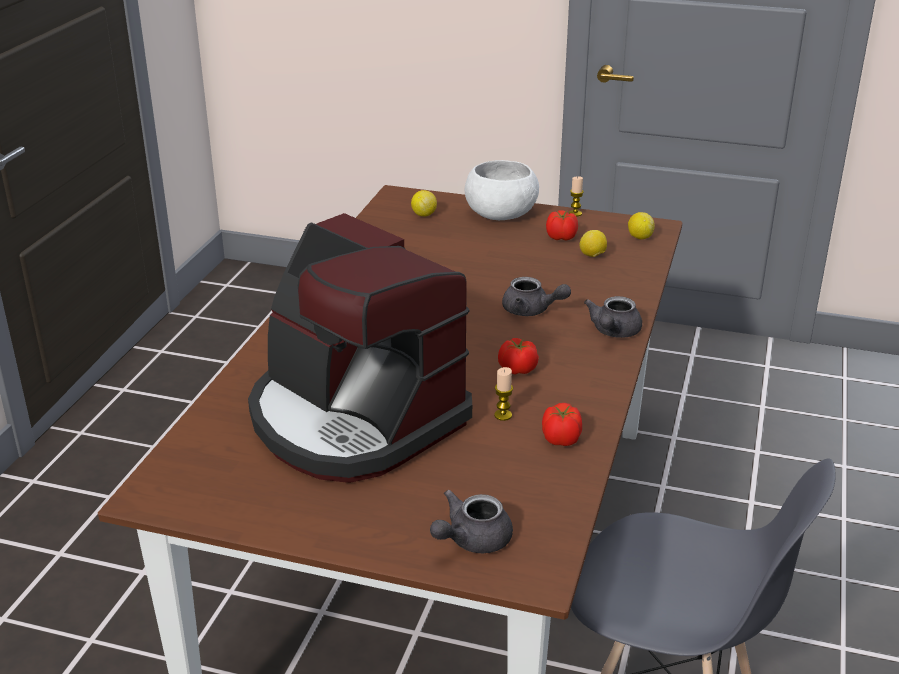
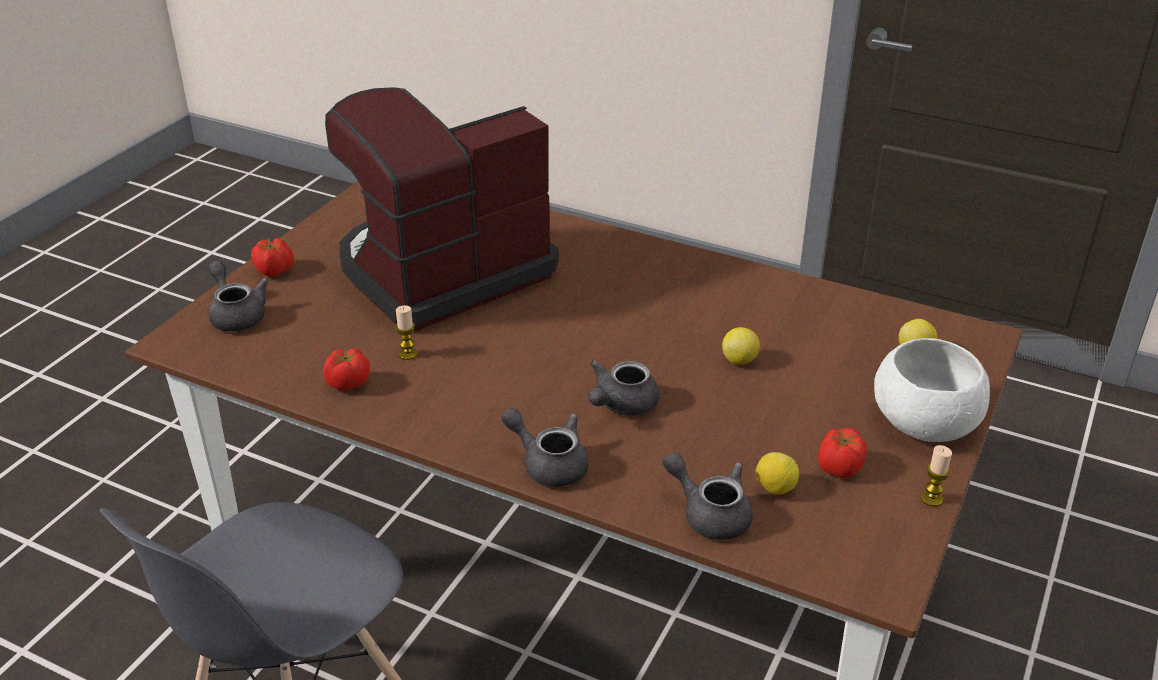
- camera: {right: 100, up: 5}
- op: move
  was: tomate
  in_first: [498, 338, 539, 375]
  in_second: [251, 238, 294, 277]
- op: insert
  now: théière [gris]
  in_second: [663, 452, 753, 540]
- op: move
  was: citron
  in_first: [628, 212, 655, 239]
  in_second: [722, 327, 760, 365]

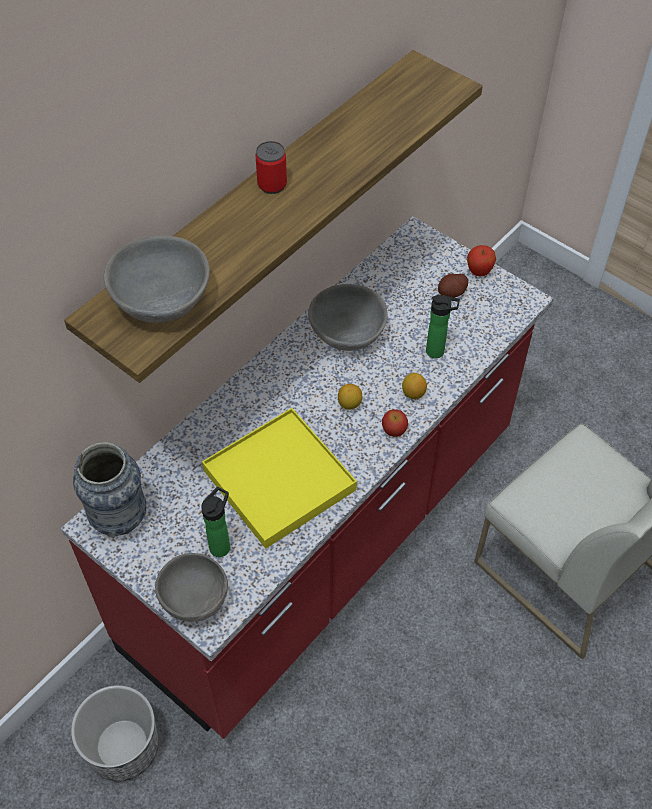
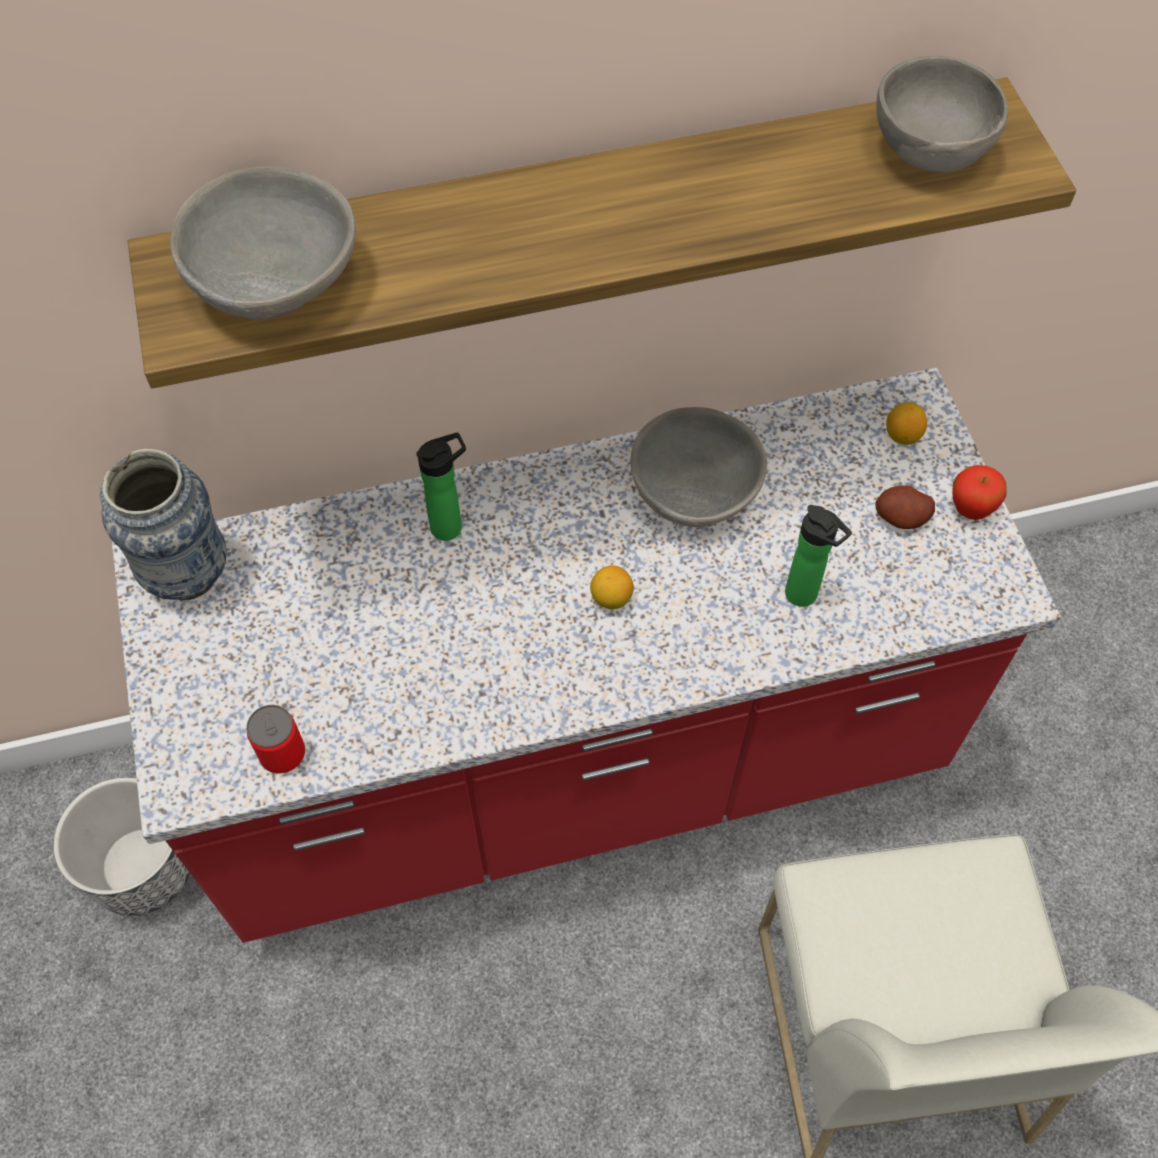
- camera: {right: 35, up: 5}
- op: move
  was: boîte métallique
  in_first: [255, 141, 287, 194]
  in_second: [246, 705, 305, 773]
- op: move
  was: bouteille
  in_first: [201, 487, 230, 557]
  in_second: [416, 432, 466, 541]
- op: move
  was: bol [gris]
  in_first: [155, 553, 228, 622]
  in_second: [876, 56, 1008, 172]
- op: move
  was: citron
  in_first: [402, 373, 427, 399]
  in_second: [886, 402, 927, 445]
- op: delete
  was: plateau [jaune]
  in_first: [202, 408, 357, 549]
- op: delete
  was: pomme
  in_first: [382, 409, 408, 437]

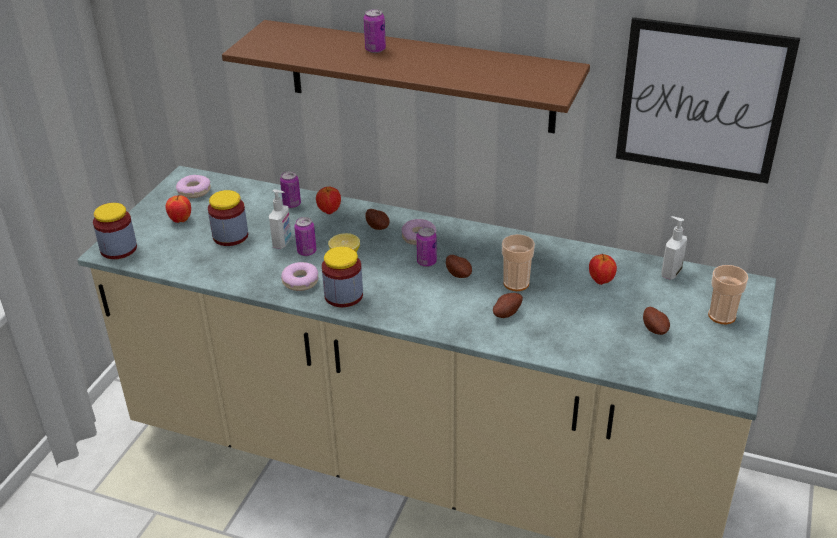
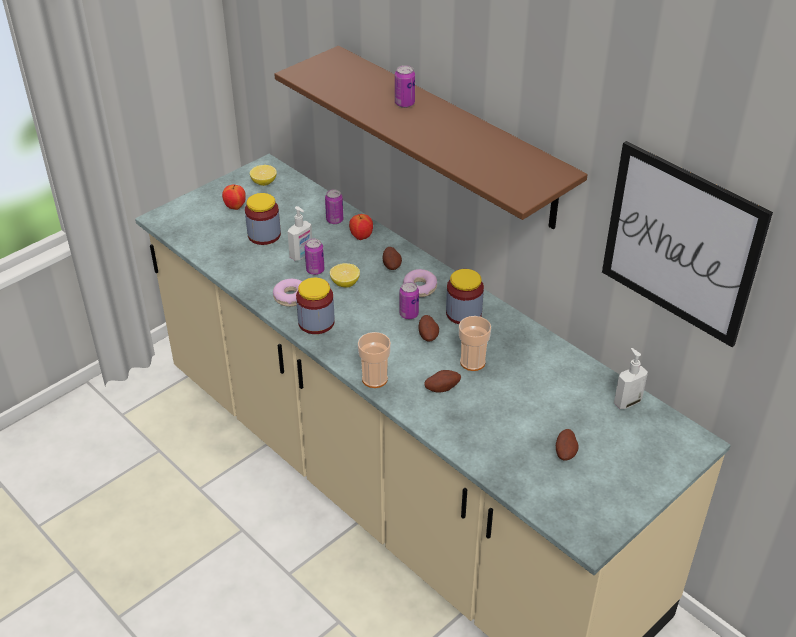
- camera: {right: 25, up: 5}
- op: replace
  was: beignet
  now: citron
  in_first: [176, 175, 211, 198]
  in_second: [250, 165, 277, 186]
- op: move
  was: tasse
  in_first: [708, 265, 748, 324]
  in_second: [358, 332, 391, 388]
- op: move
  was: bocal
  in_first: [93, 203, 137, 259]
  in_second: [446, 269, 484, 324]
- op: delete
  was: pomme
  in_first: [589, 254, 617, 285]

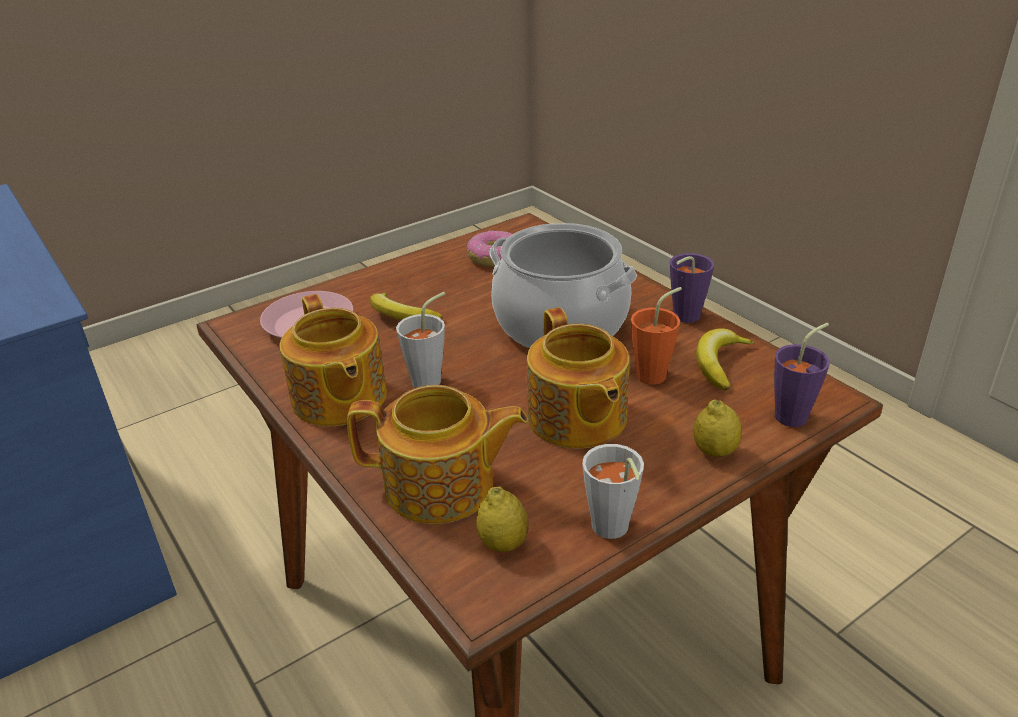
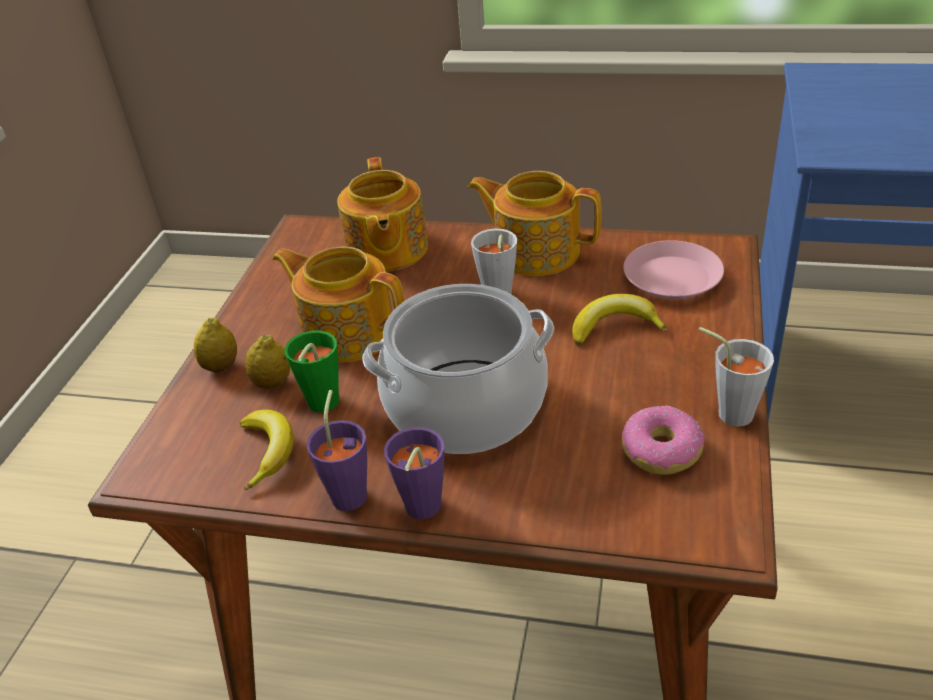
- camera: {right: 140, up: 5}
- op: move
  was: citron
  in_first: [476, 487, 529, 552]
  in_second: [245, 335, 290, 389]
- op: recolor
  was: tasse [orange]
  now: tasse [vert]
  in_first: [631, 287, 682, 385]
  in_second: [284, 330, 339, 412]
- op: rotate
  was: théière
  in_first: [347, 385, 528, 524]
  in_second: [337, 157, 428, 272]
  clockwise: -60
- op: move
  was: tasse [violet]
  in_first: [774, 323, 830, 427]
  in_second: [384, 427, 444, 519]
- op: move
  was: tasse [gris]
  in_first: [582, 444, 644, 539]
  in_second: [698, 327, 774, 427]

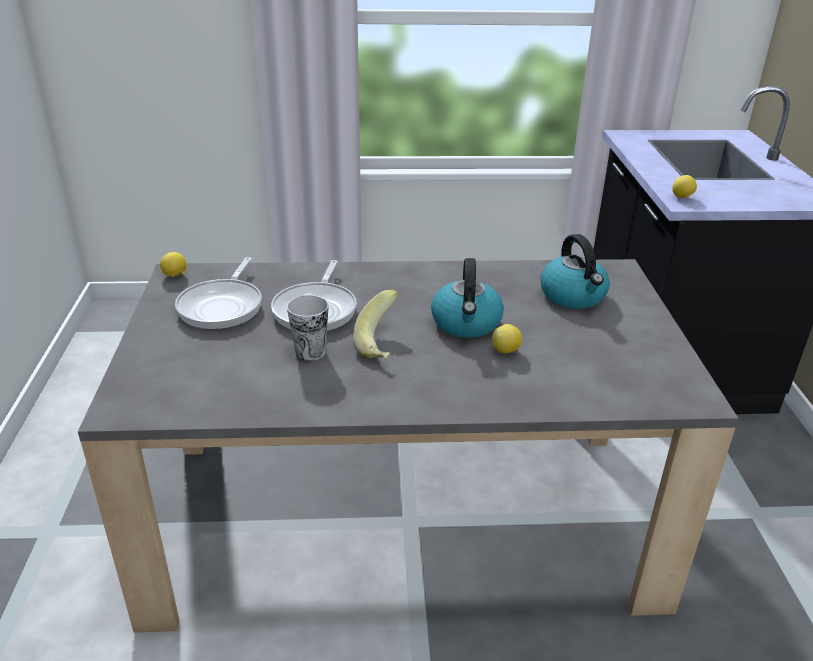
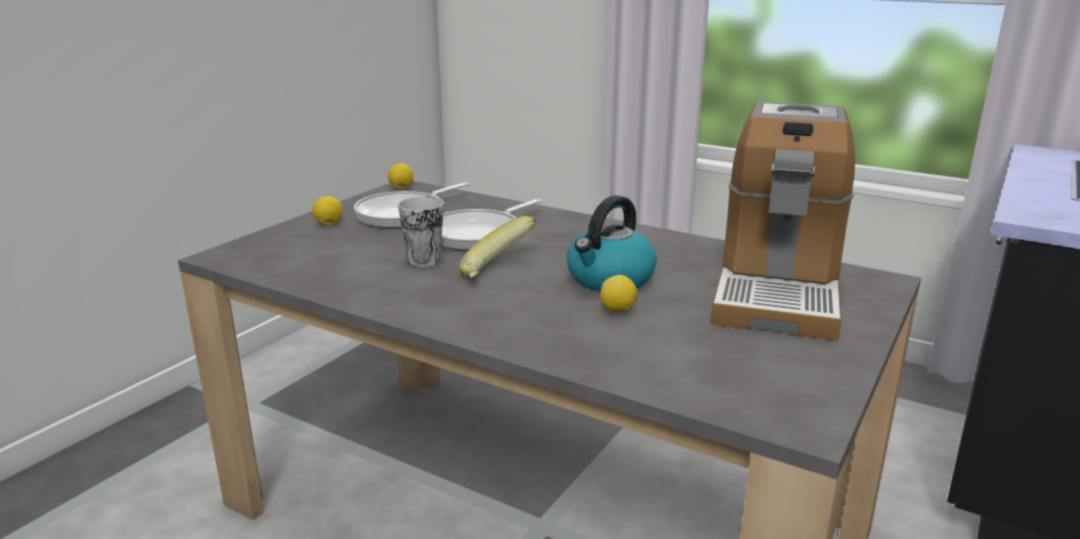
- camera: {right: 35, up: -10}
- op: move
  was: citron
  in_first: [672, 175, 697, 198]
  in_second: [312, 196, 342, 225]
- op: replace
  was: bouilloire
  now: machine à café
  in_first: [540, 234, 610, 309]
  in_second: [711, 101, 855, 341]

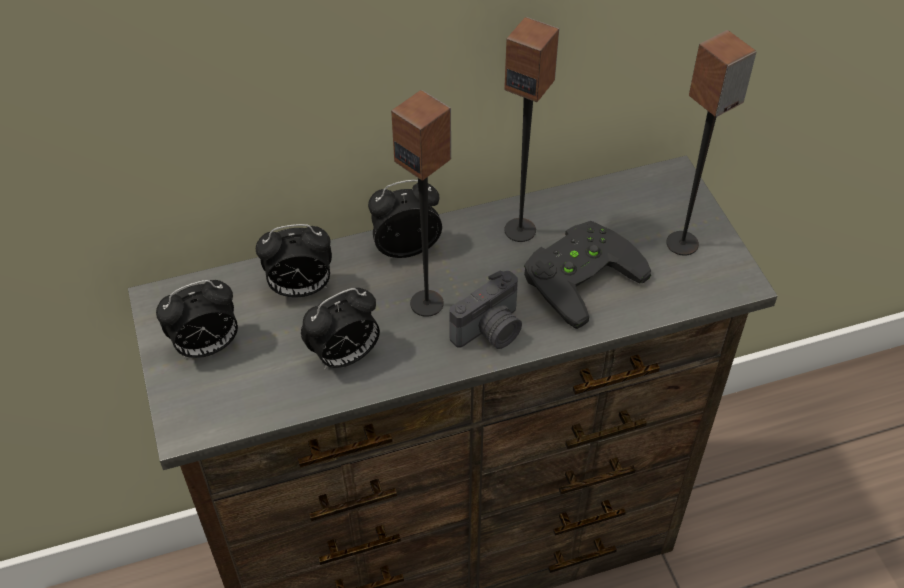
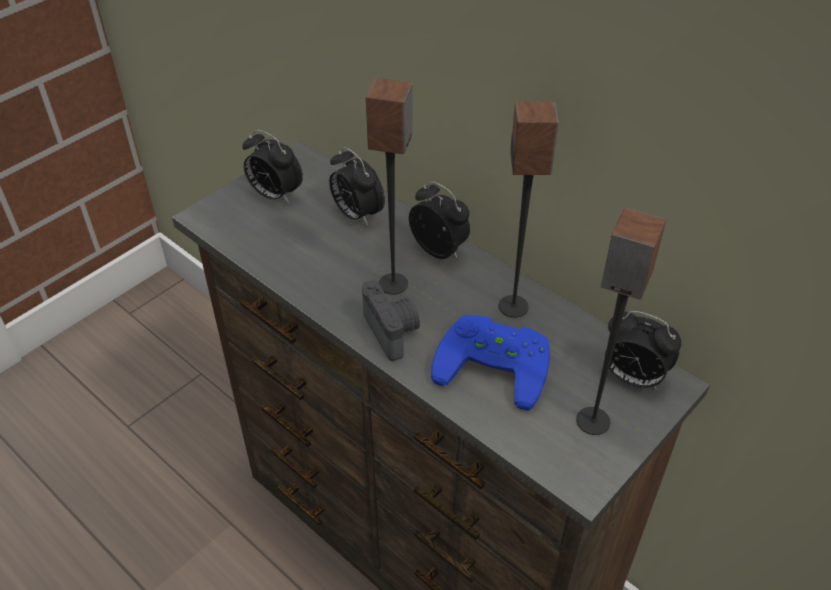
- camera: {right: 60, up: -5}
- op: rotate
  was: appareil photo
  in_first: [449, 270, 522, 349]
  in_second: [362, 280, 420, 361]
  clockwise: -135
- op: recolor
  was: manette [noir]
  now: manette [bleu]
  in_first: [524, 221, 651, 329]
  in_second: [431, 315, 550, 411]
- op: move
  was: réveil
  in_first: [301, 288, 380, 370]
  in_second: [605, 311, 681, 389]

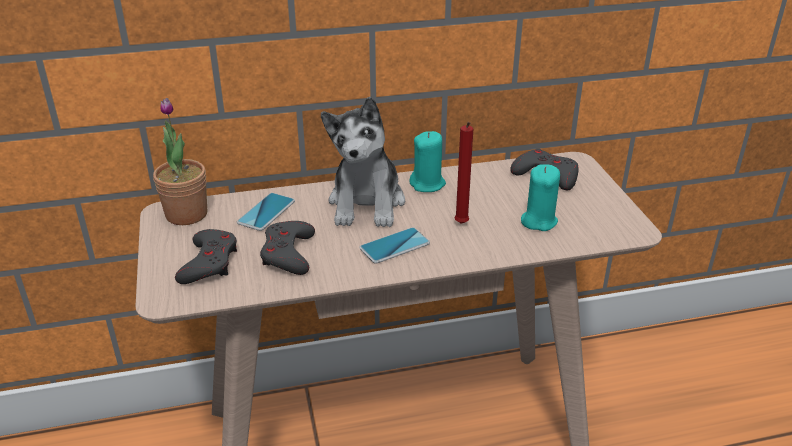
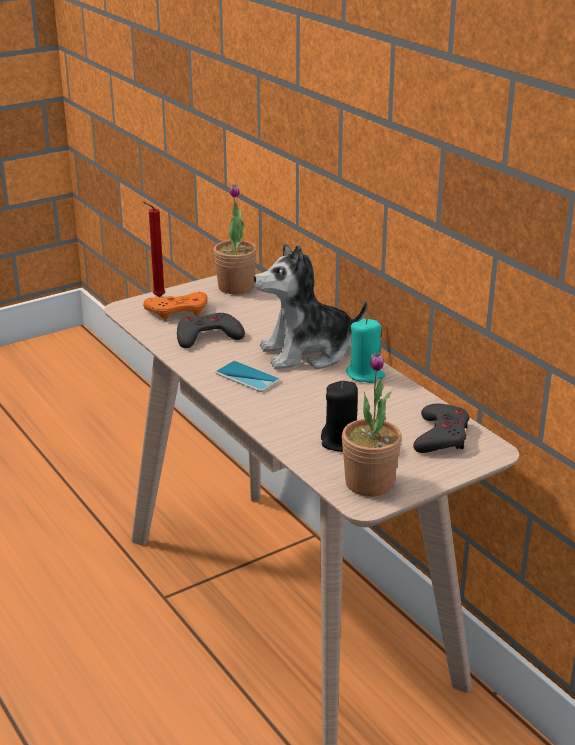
- camera: {right: 70, up: -5}
- op: move
  was: bougie [rouge]
  in_first: [455, 122, 473, 224]
  in_second: [143, 201, 166, 297]
- op: recolor
  was: manette [gris]
  now: manette [orange]
  in_first: [175, 229, 237, 284]
  in_second: [143, 292, 208, 321]
- op: recolor
  was: bougie [turquoise]
  now: bougie [noir]
  in_first: [521, 164, 560, 231]
  in_second: [321, 381, 358, 452]
- op: insert
  now: plante en pot
  in_second: [342, 353, 402, 497]
- op: delete
  was: téléphone
  in_first: [237, 193, 295, 231]

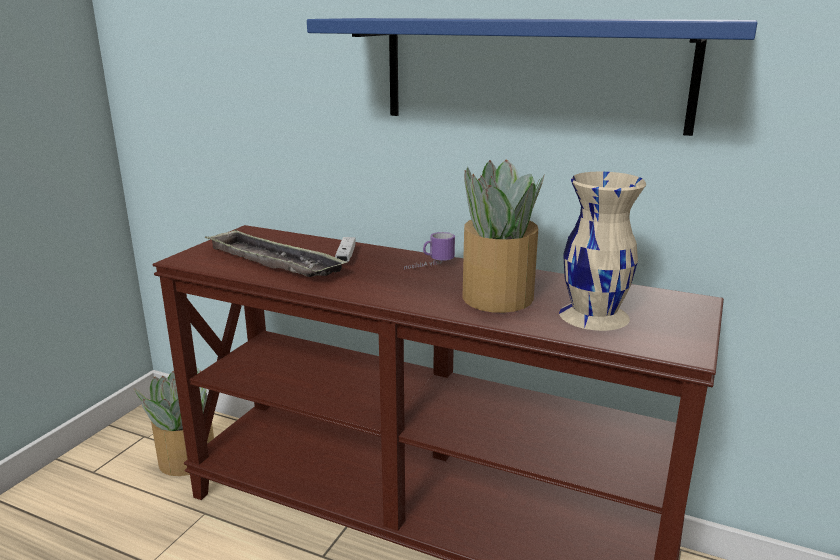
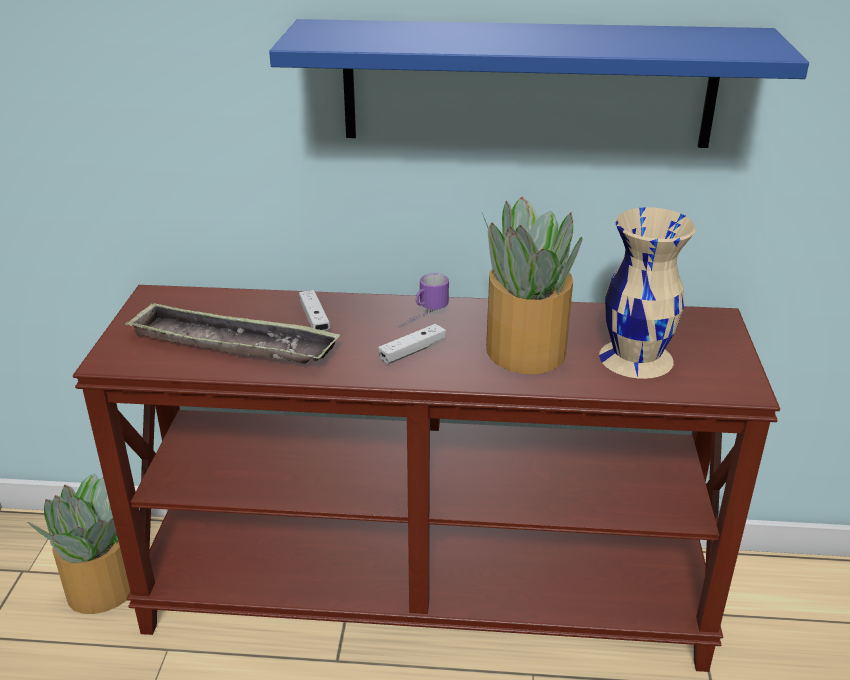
- camera: {right: -20, up: 10}
- op: insert
  now: manette [blanc]
  in_second: [378, 324, 446, 364]

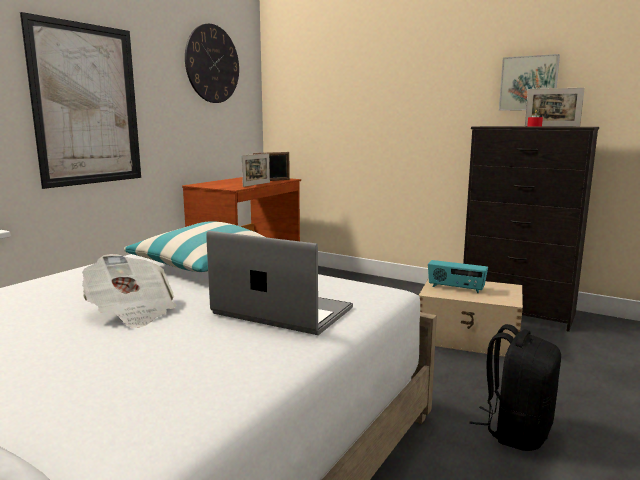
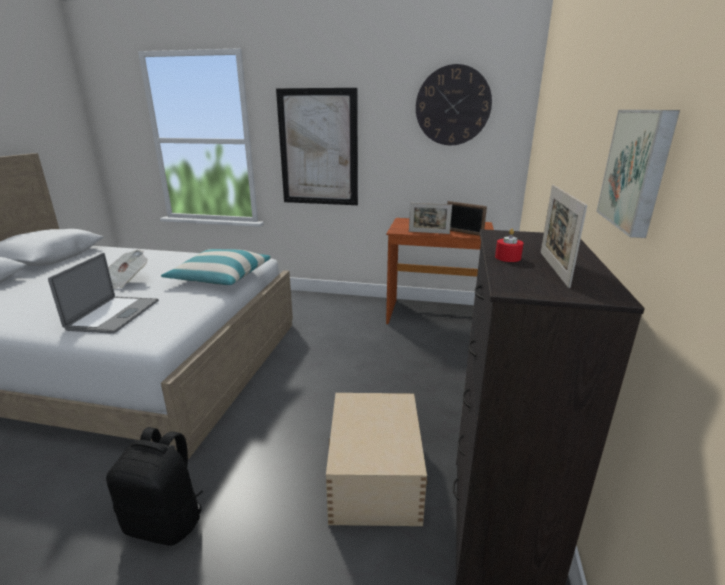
- camera: {right: 70, up: 10}
- op: delete
  was: radio
  in_first: [428, 260, 488, 293]

